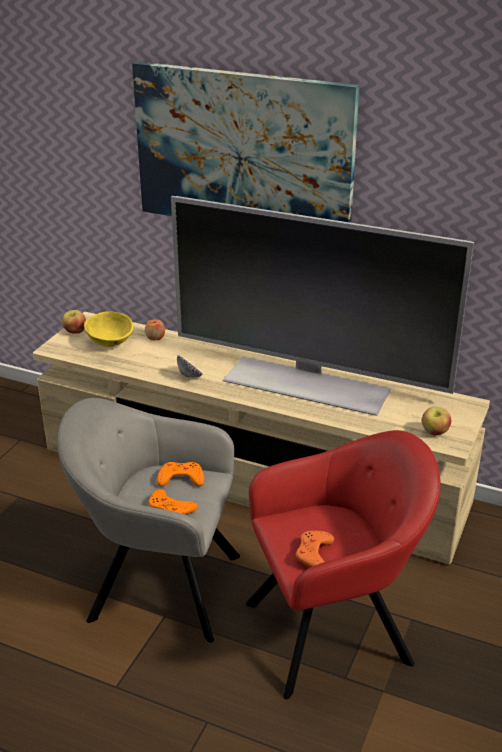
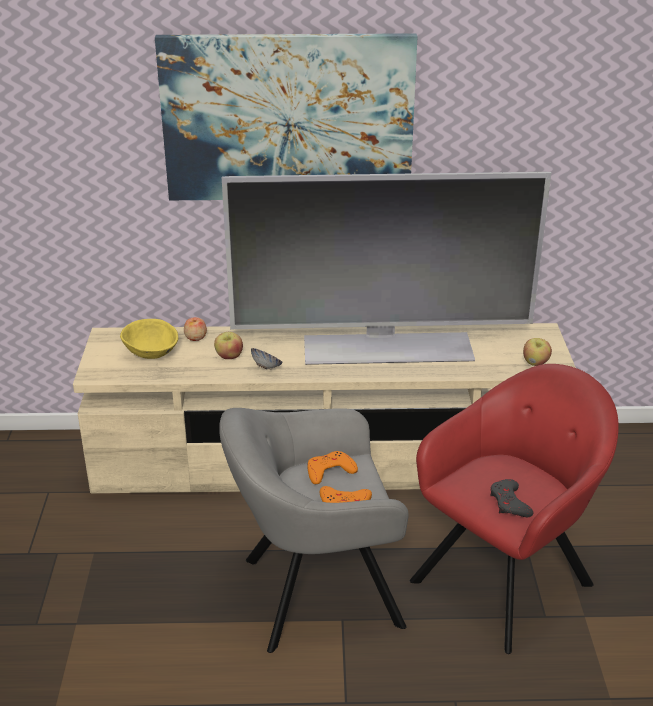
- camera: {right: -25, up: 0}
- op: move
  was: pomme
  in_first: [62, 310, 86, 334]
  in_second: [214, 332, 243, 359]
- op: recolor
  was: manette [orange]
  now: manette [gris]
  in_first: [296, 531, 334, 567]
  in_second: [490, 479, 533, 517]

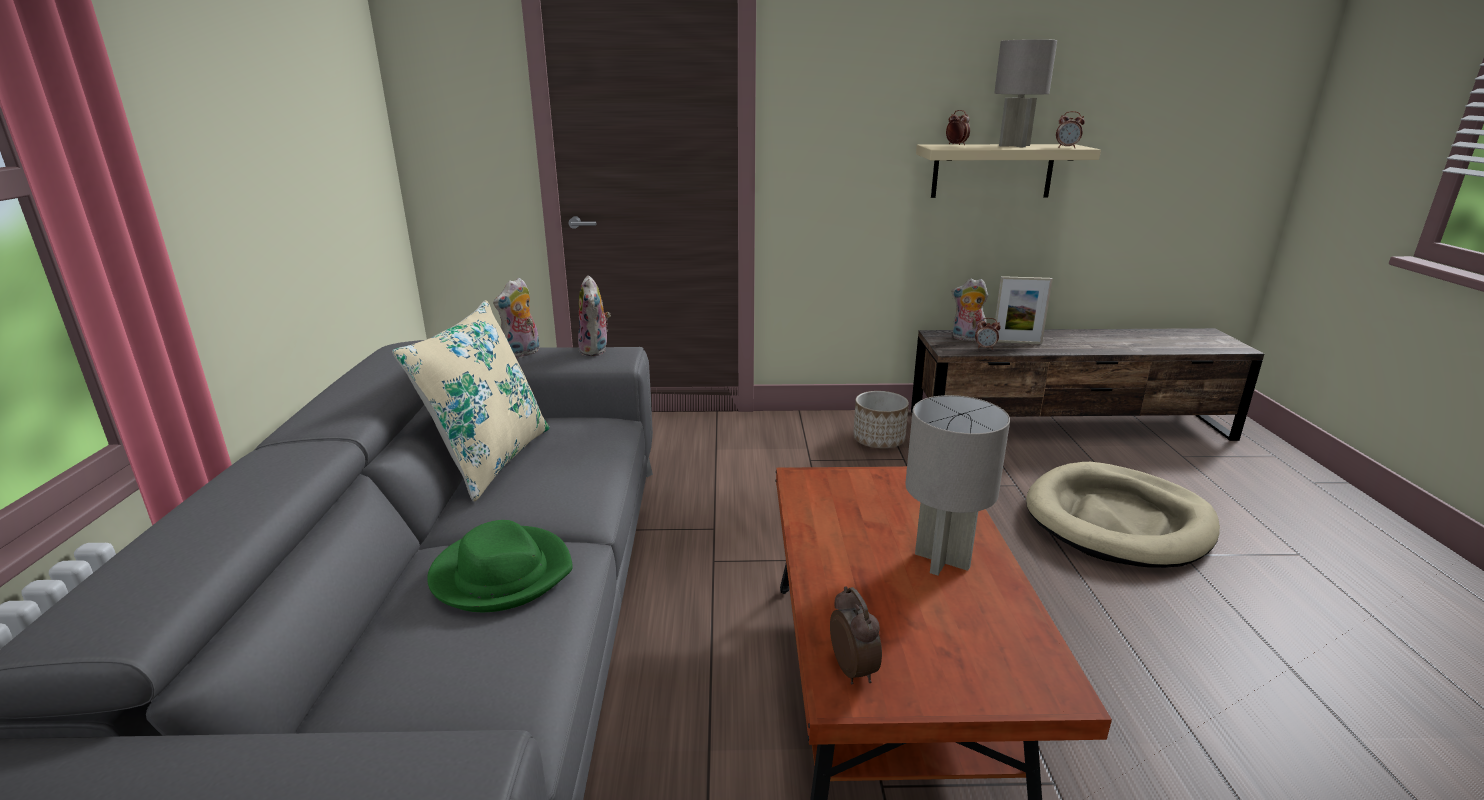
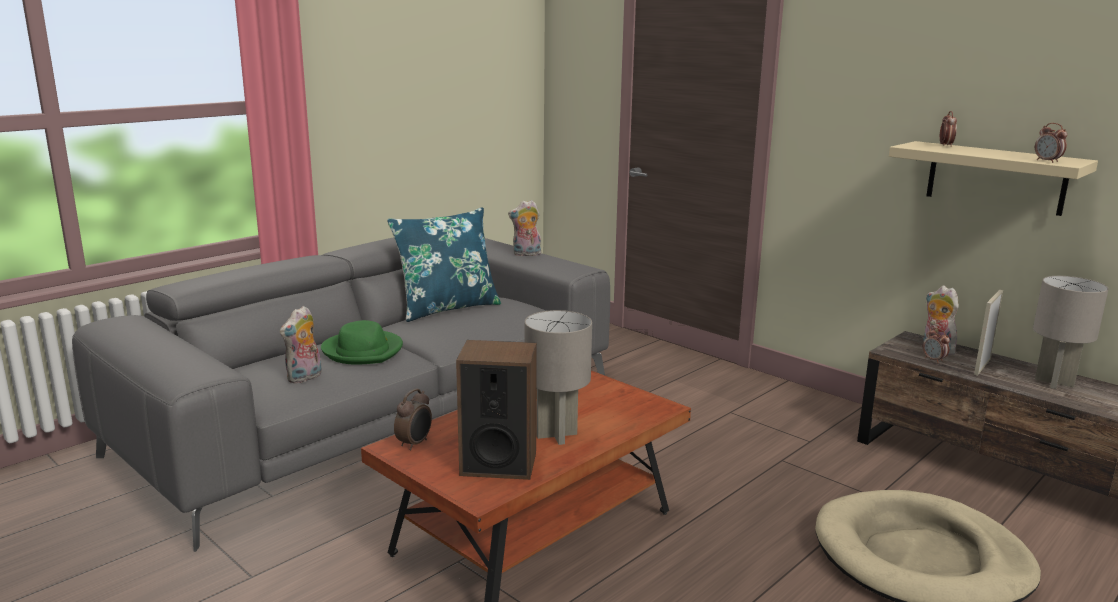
- camera: {right: 45, up: -5}
- op: move
  was: peluche
  in_first: [578, 275, 611, 356]
  in_second: [280, 306, 322, 384]
- op: recolor
  was: coussin [beige]
  now: coussin [bleu]
  in_first: [392, 300, 550, 501]
  in_second: [387, 207, 501, 322]
- op: insert
  now: enceinte
  in_second: [456, 340, 537, 480]
- op: rotate
  was: cadre photo
  in_first: [995, 276, 1053, 344]
  in_second: [974, 290, 1003, 376]
  clockwise: 75
- op: move
  was: lampe de table [gris]
  in_first: [994, 39, 1057, 147]
  in_second: [1033, 276, 1109, 389]
- op: delete
  was: cache-pot
  in_first: [853, 391, 909, 449]

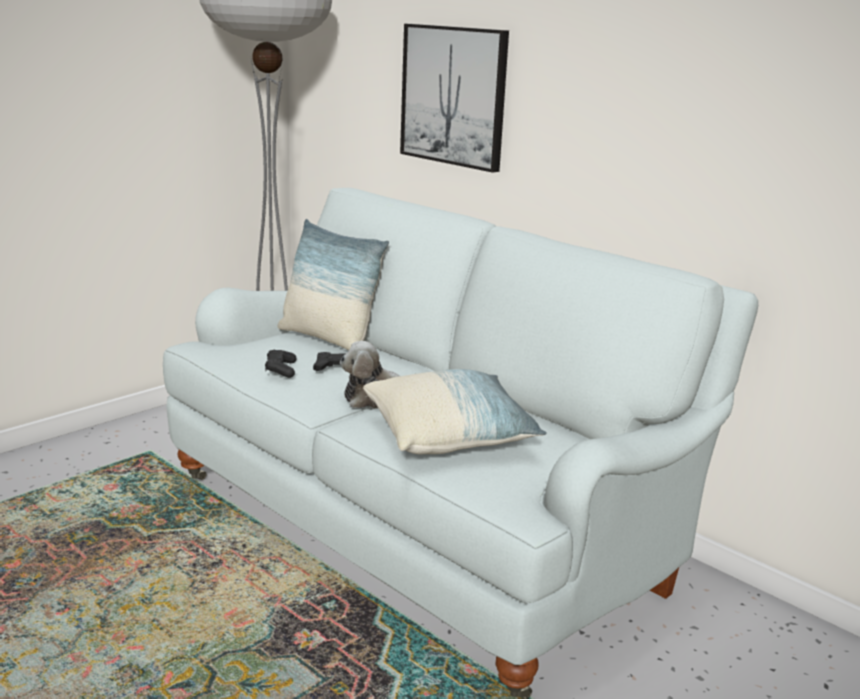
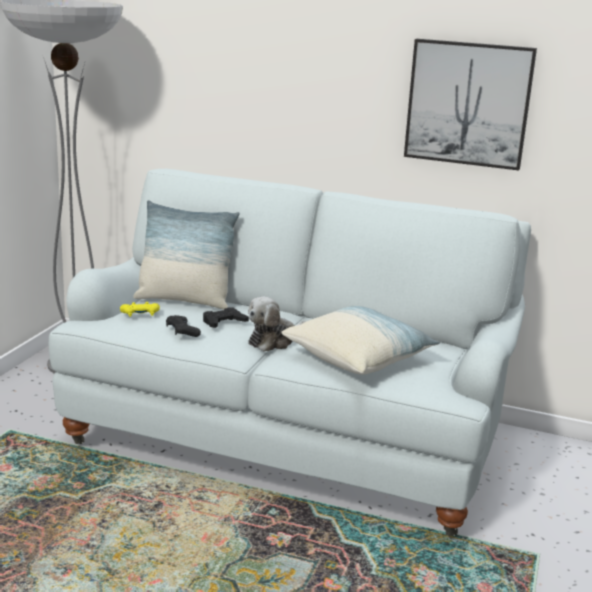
- camera: {right: -25, up: 0}
- op: insert
  now: manette [jaune]
  in_second: [120, 302, 160, 317]
- op: move
  was: tableau
  in_first: [400, 24, 509, 173]
  in_second: [404, 39, 537, 170]

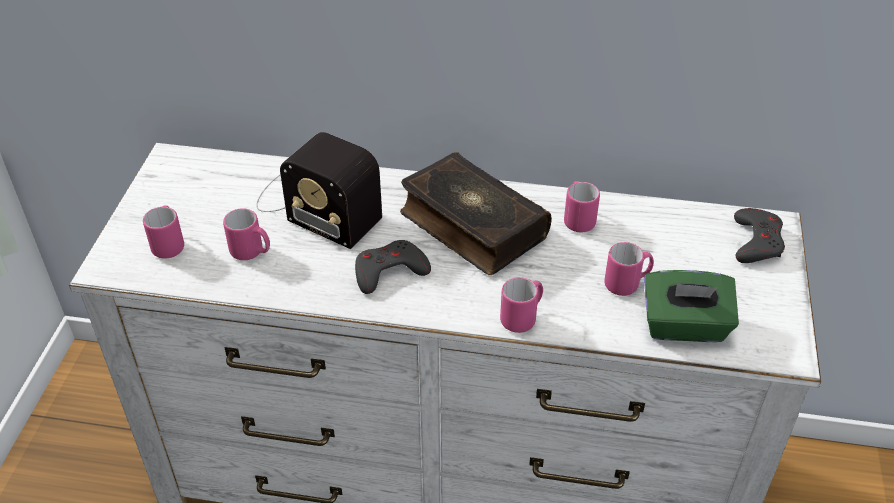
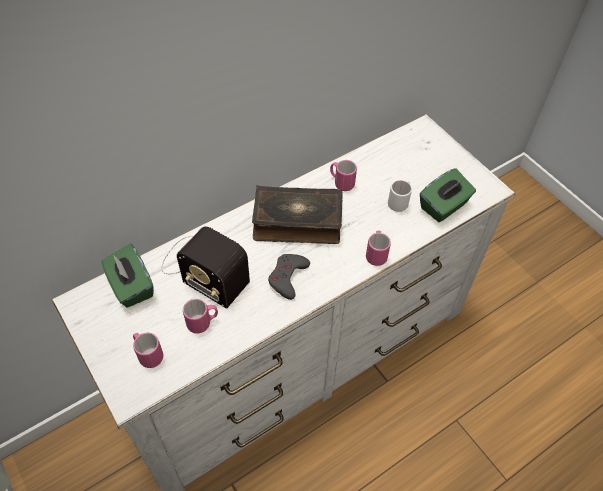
- camera: {right: -45, up: 10}
- op: insert
  now: boîte à mouchoirs [vert]
  in_second: [102, 244, 154, 307]
- op: rotate
  was: radio
  in_first: [256, 132, 382, 249]
  in_second: [161, 226, 250, 309]
  clockwise: 45
- op: recolor
  was: mug [rose]
  now: mug [blanc]
  in_first: [604, 242, 654, 296]
  in_second: [388, 180, 412, 212]
- op: delete
  was: manette [gris]
  in_first: [734, 208, 785, 263]

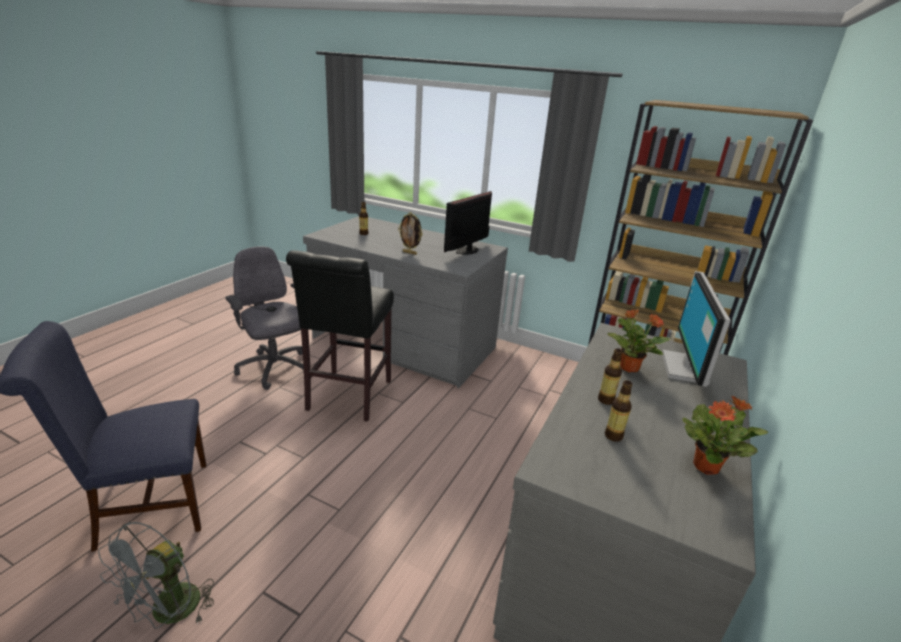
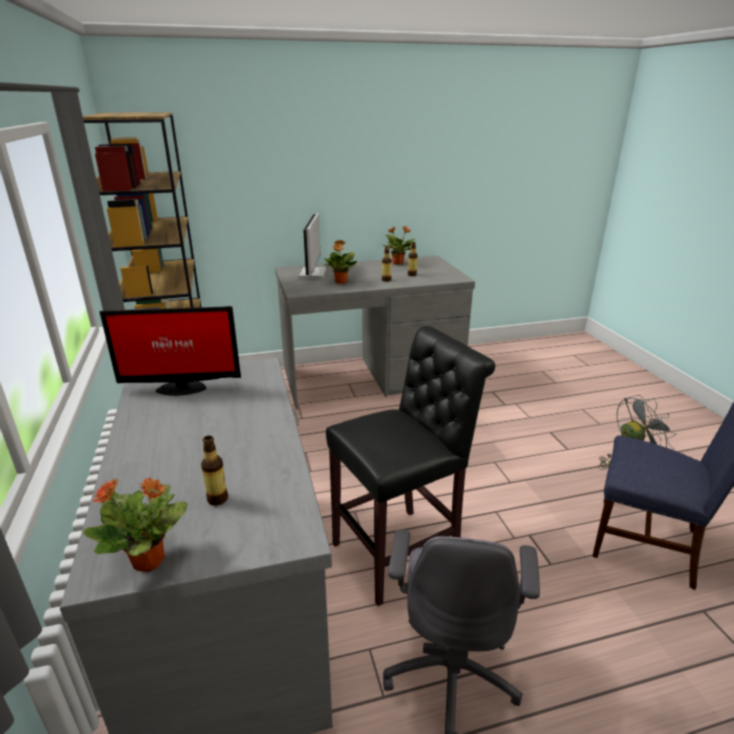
- camera: {right: -130, up: 0}
- op: insert
  now: plante en pot
  in_second: [83, 478, 188, 572]
- op: rotate
  was: écran d'ordinateur
  in_first: [662, 271, 731, 387]
  in_second: [299, 213, 326, 279]
  clockwise: 120
- op: delete
  was: cadre photo
  in_first: [398, 212, 422, 255]

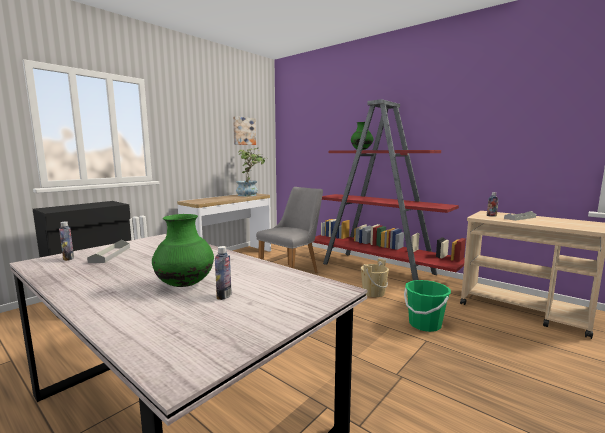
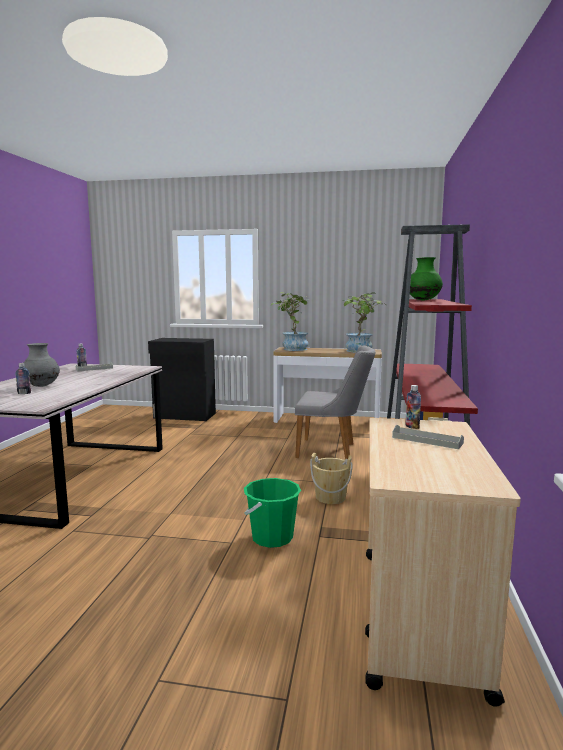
- camera: {right: 60, up: 0}
- op: recolor
  was: vase [vert]
  now: vase [gris]
  in_first: [152, 214, 214, 287]
  in_second: [24, 343, 60, 387]
- op: insert
  now: plante en pot
  in_second: [271, 292, 309, 351]
- op: delete
  was: tableau
  in_first: [233, 116, 256, 145]

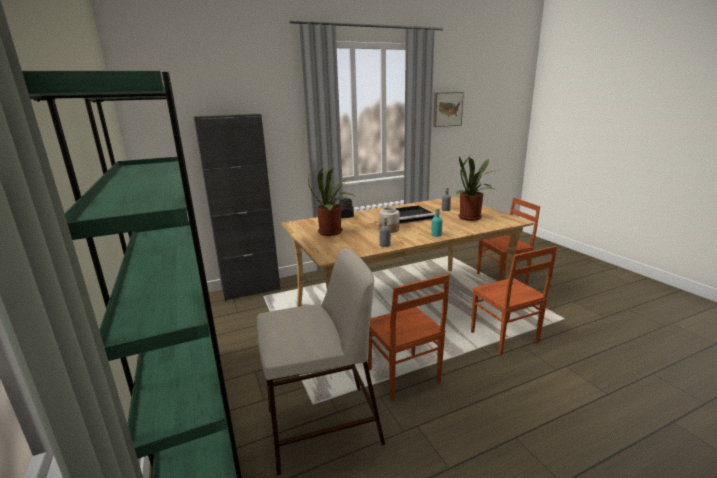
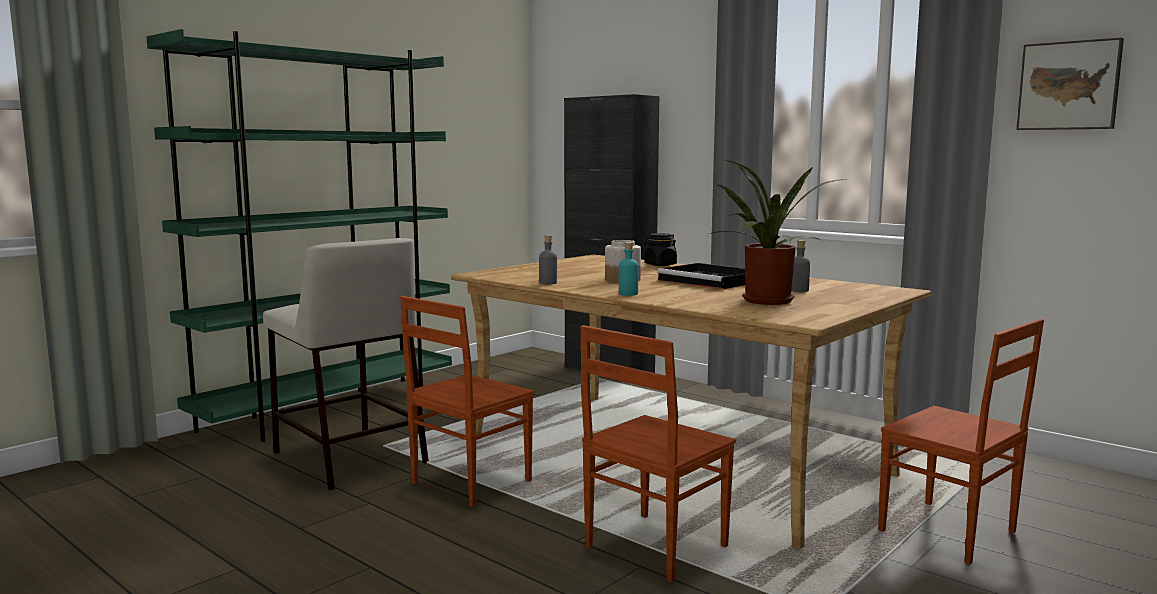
- camera: {right: 65, up: -10}
- op: delete
  was: plante en pot
  in_first: [308, 167, 356, 236]

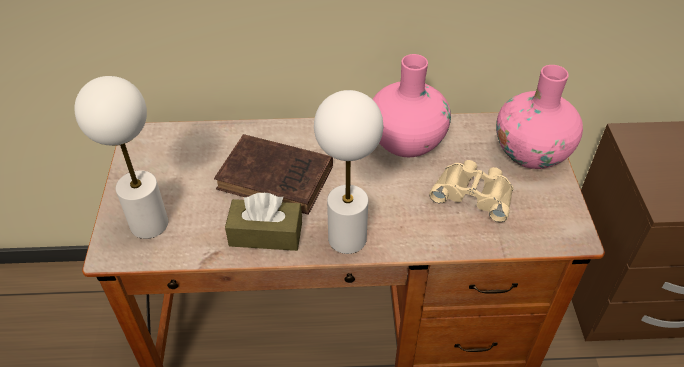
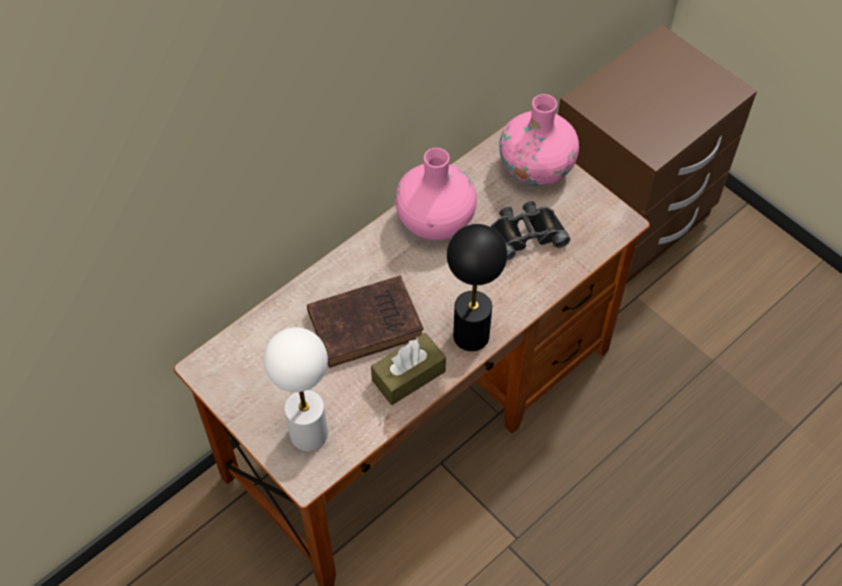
- camera: {right: -40, up: 10}
- op: recolor
  was: lampe de table [blanc]
  now: lampe de table [noir]
  in_first: [314, 90, 383, 254]
  in_second: [447, 224, 507, 351]
- op: recolor
  was: jumelles [beige]
  now: jumelles [noir]
  in_first: [429, 160, 513, 222]
  in_second: [491, 201, 570, 261]

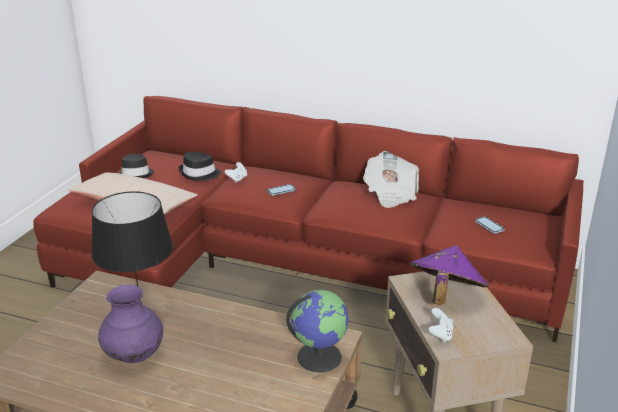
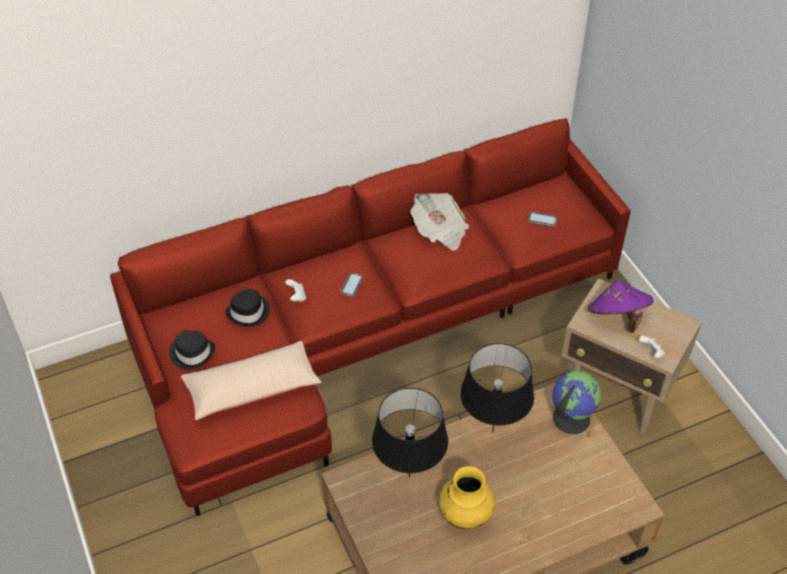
- camera: {right: -45, up: 20}
- op: recolor
  was: vase [violet]
  now: vase [jaune]
  in_first: [98, 285, 163, 363]
  in_second: [439, 466, 496, 529]
- op: insert
  now: lampe de table [noir]
  in_second: [460, 343, 534, 433]

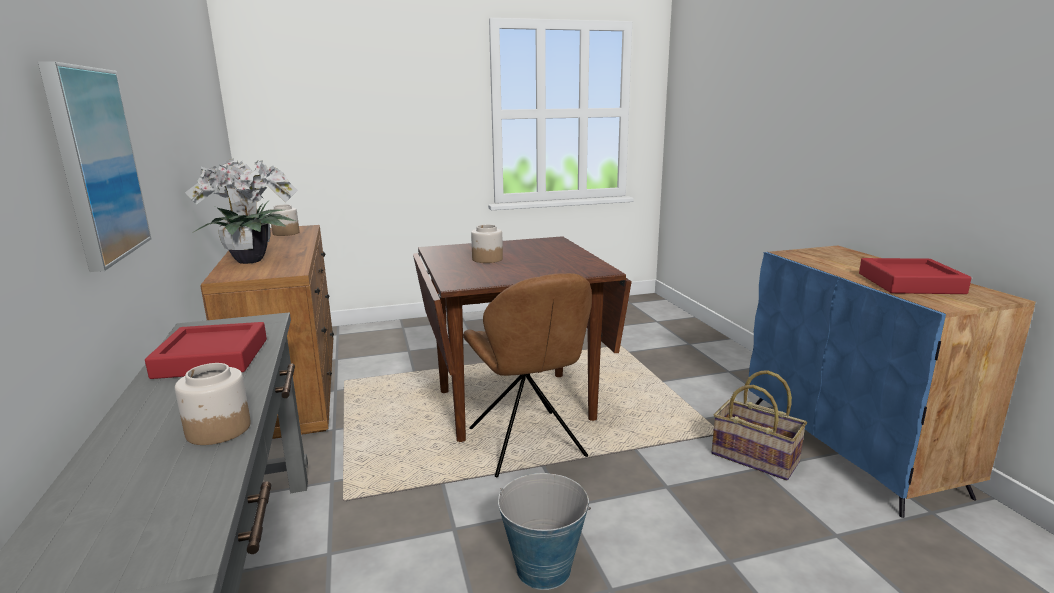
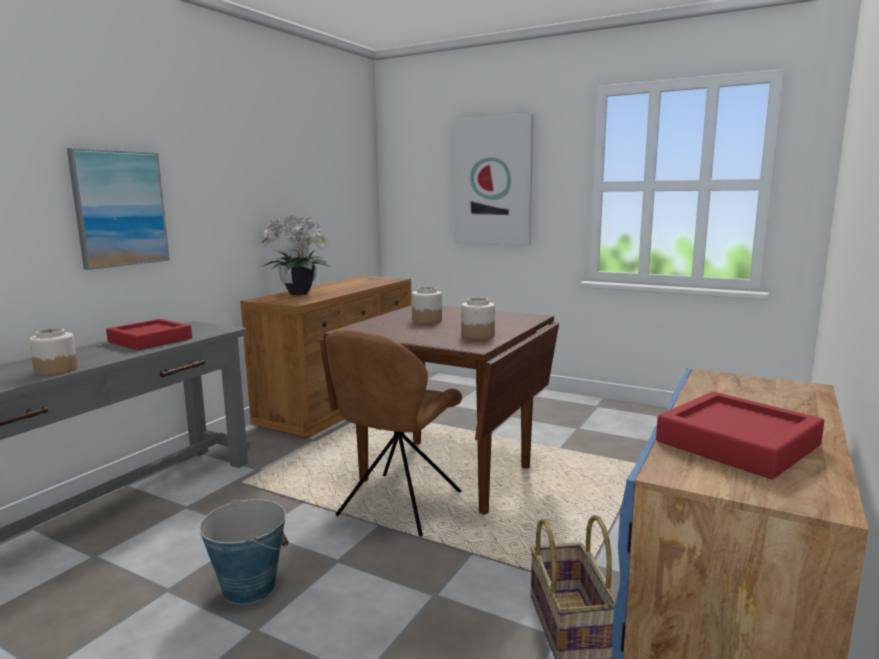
- camera: {right: 45, up: -5}
- op: insert
  now: tableau
  in_second: [454, 113, 533, 246]
- op: move
  was: bocal
  in_first: [271, 205, 300, 236]
  in_second: [461, 298, 495, 339]

